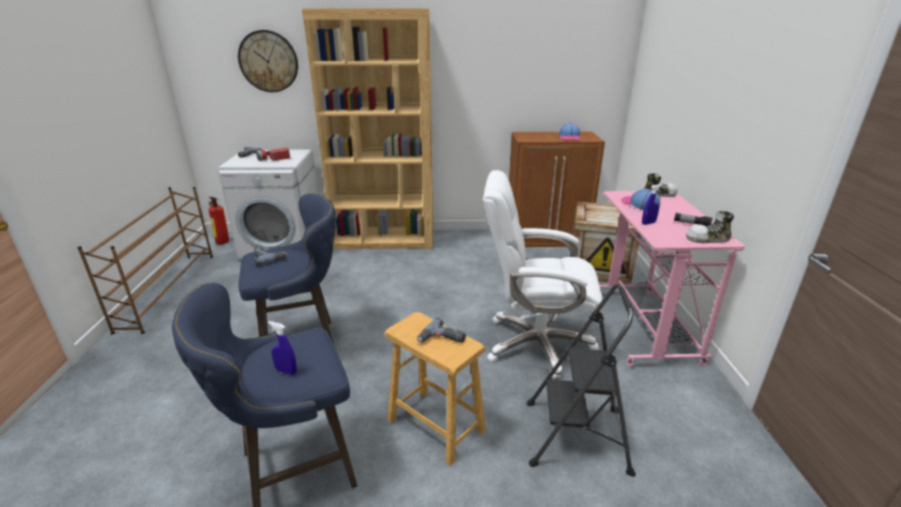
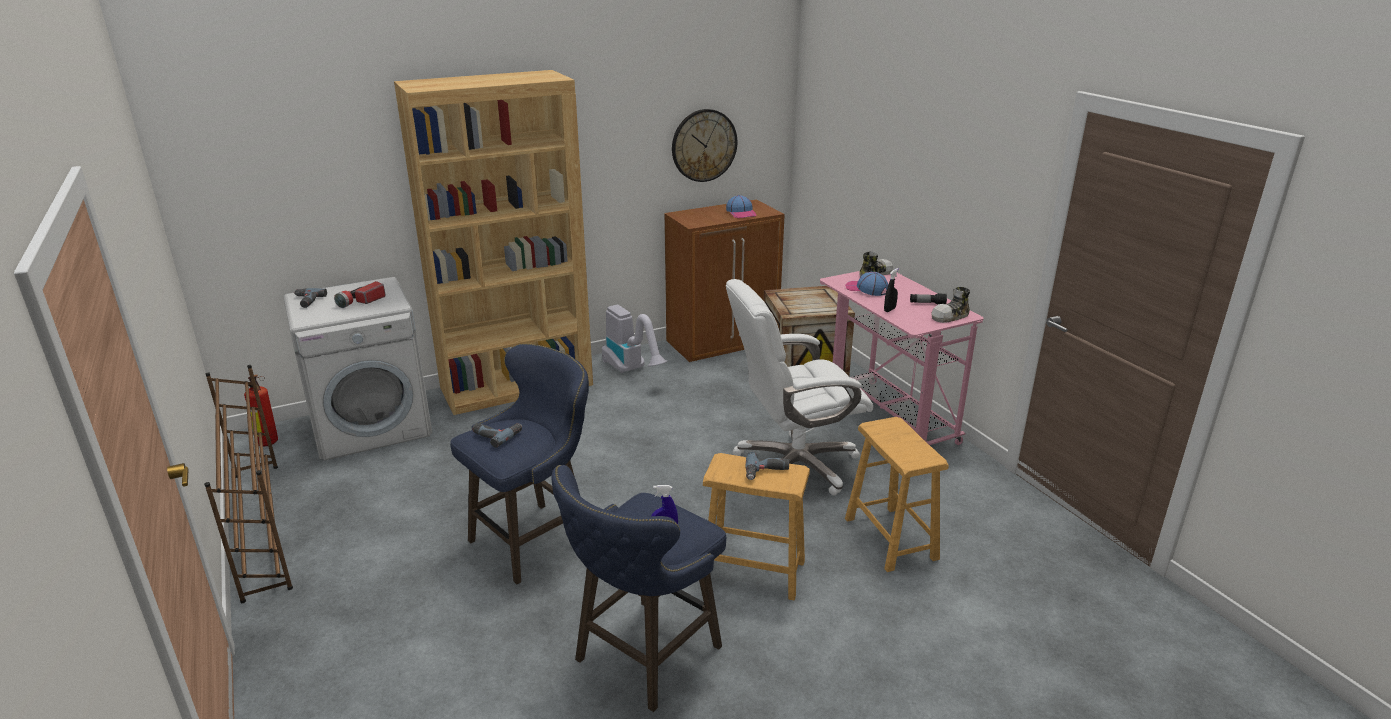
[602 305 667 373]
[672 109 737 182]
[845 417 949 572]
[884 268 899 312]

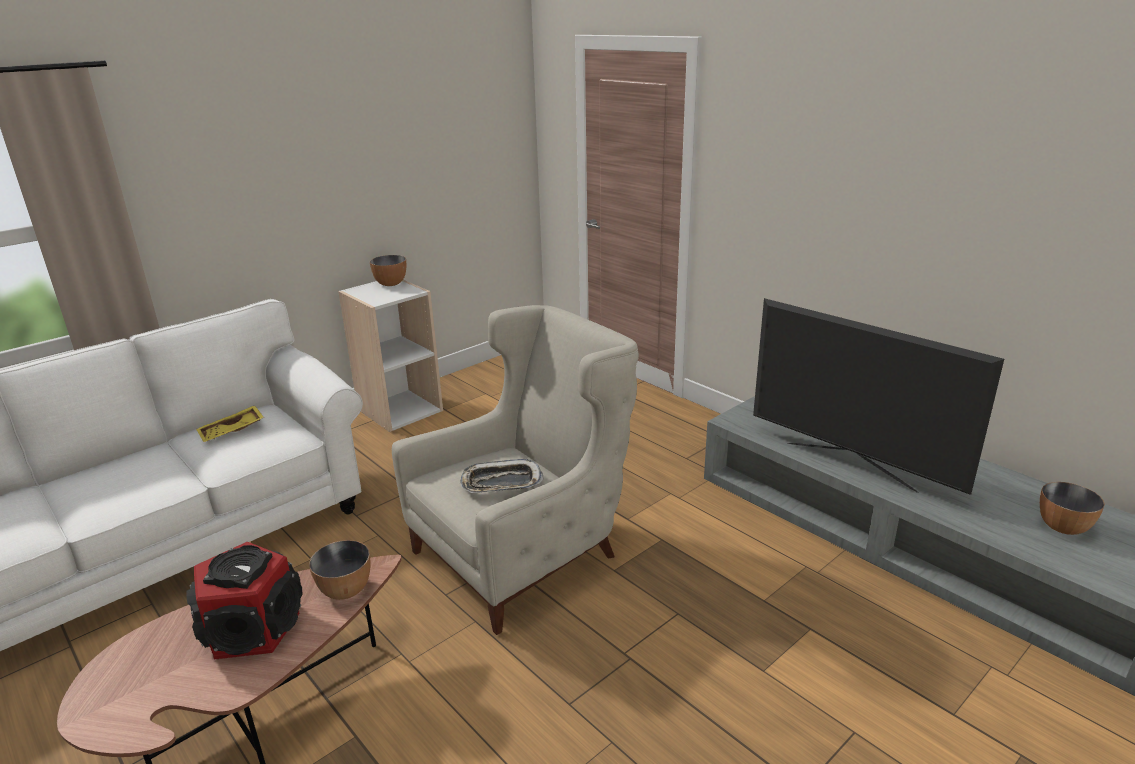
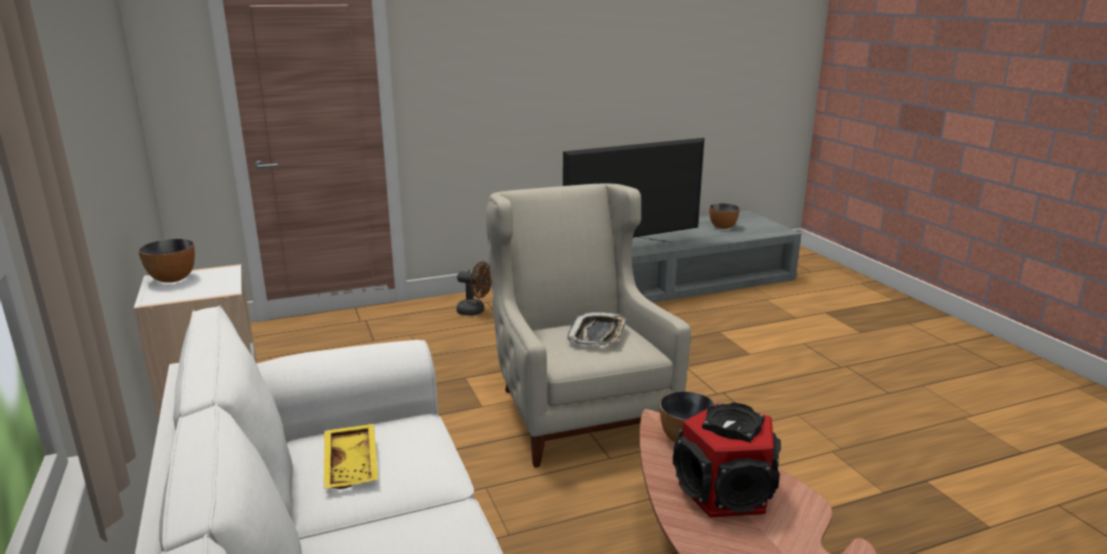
[456 261 492 316]

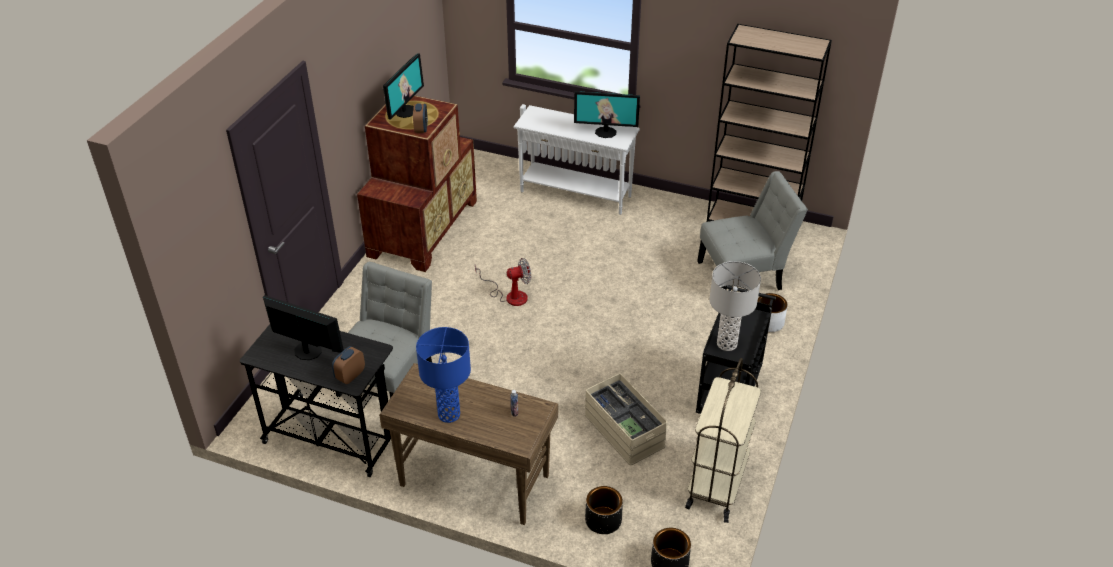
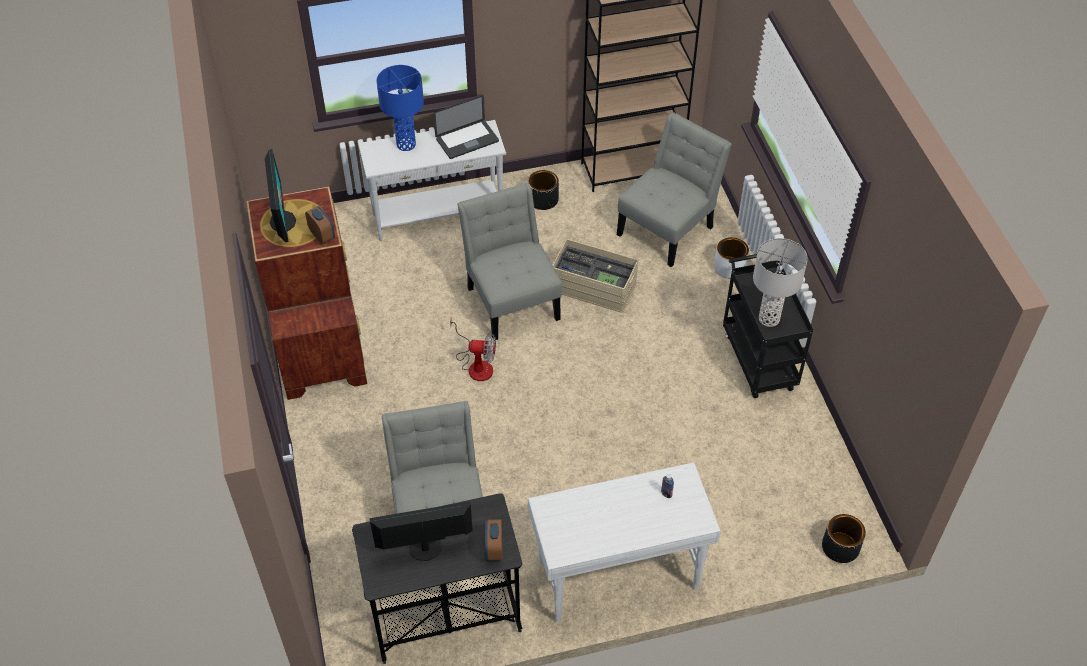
[685 358 761 523] (first image)
[457 183 562 340]
[376 65 424 151]
[553 239 638 313]
[528 170 559 210]
[433 95 499 159]
[528 462 721 622]
[450 319 496 381]

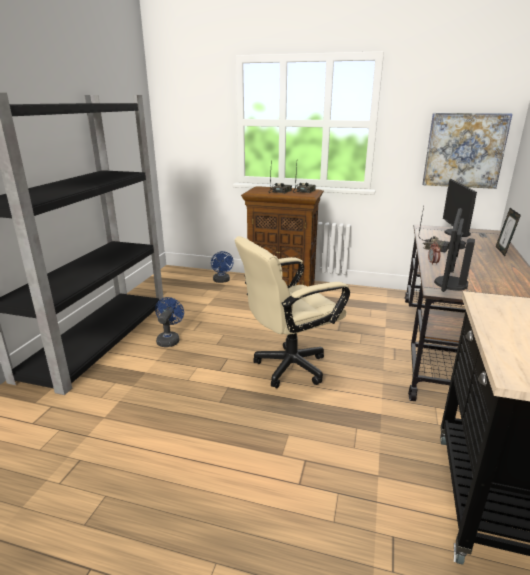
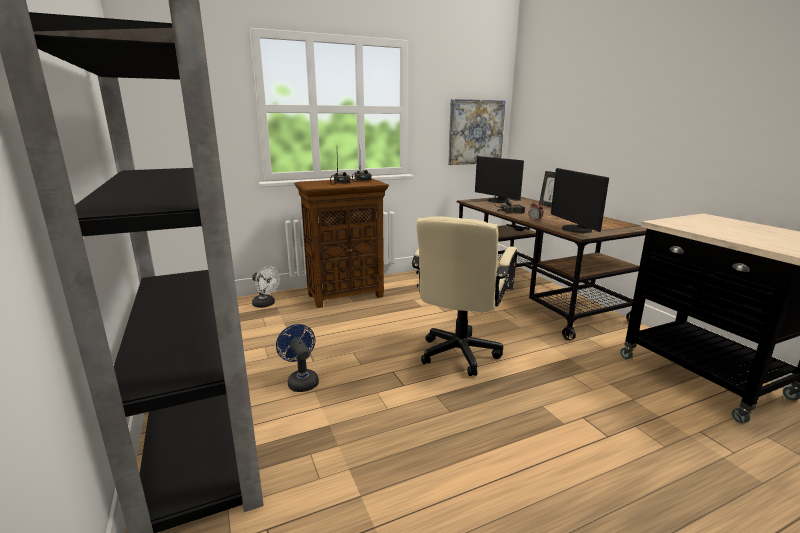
[252 266 280 308]

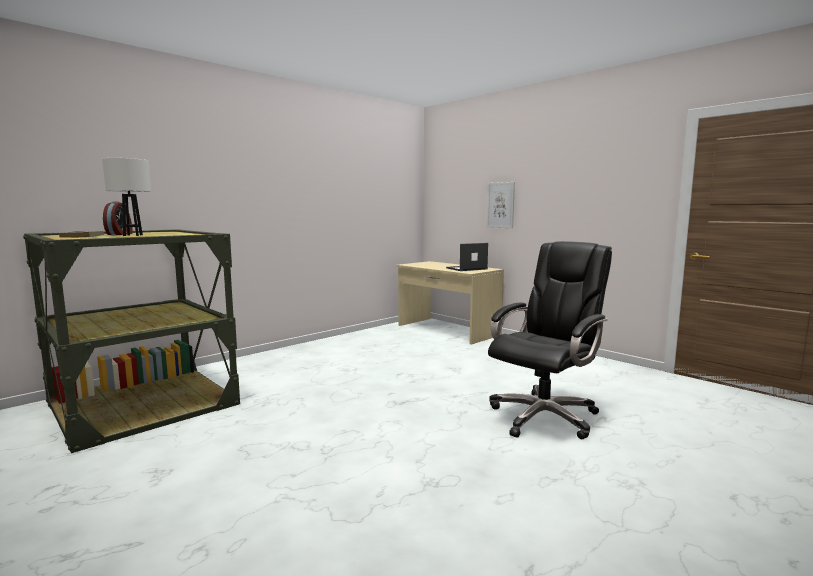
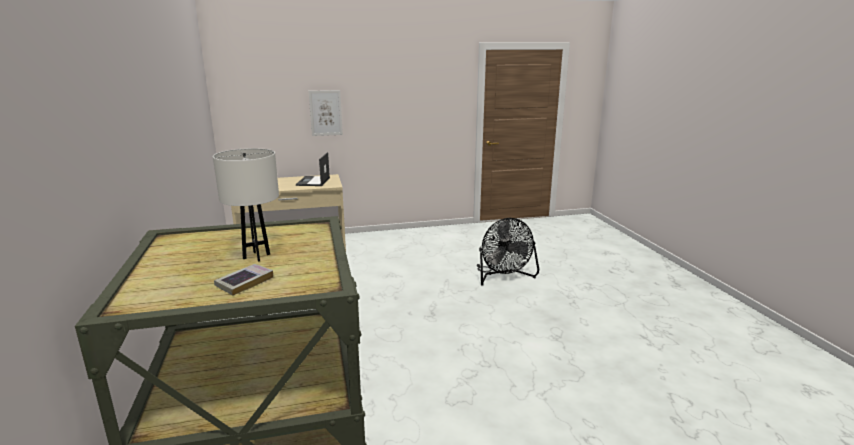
[103 201 133 235] (first image)
[477 218 539 286]

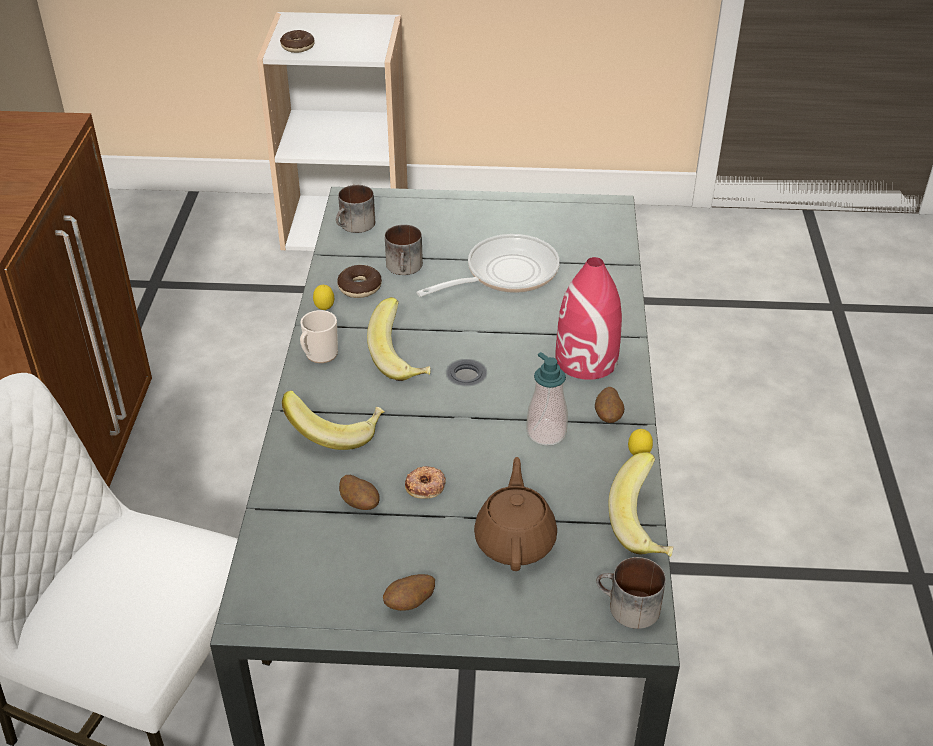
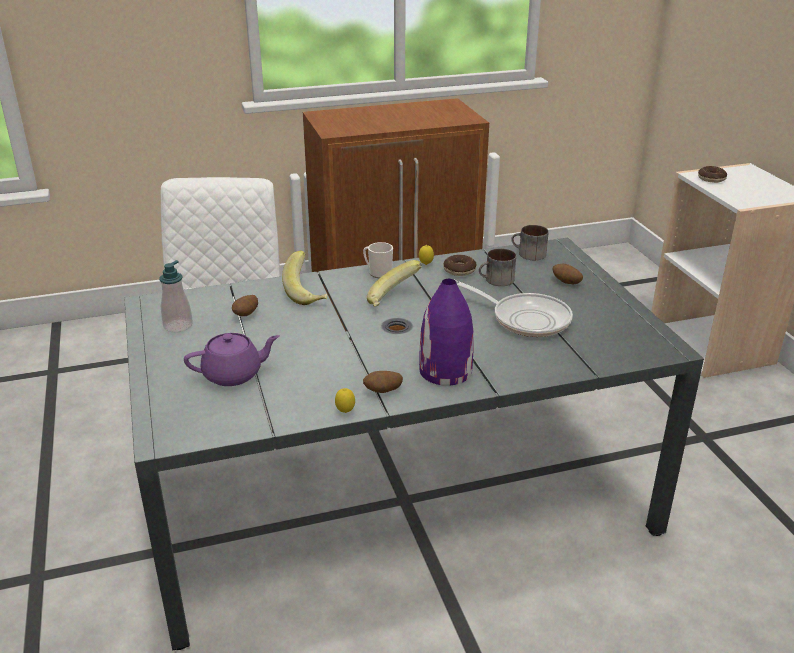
[405 466 446 499] (first image)
[596 557 666 629] (first image)
[608 452 673 557] (first image)
[552 264 583 285]
[159 260 193 333]
[184 333 279 386]
[419 279 474 386]

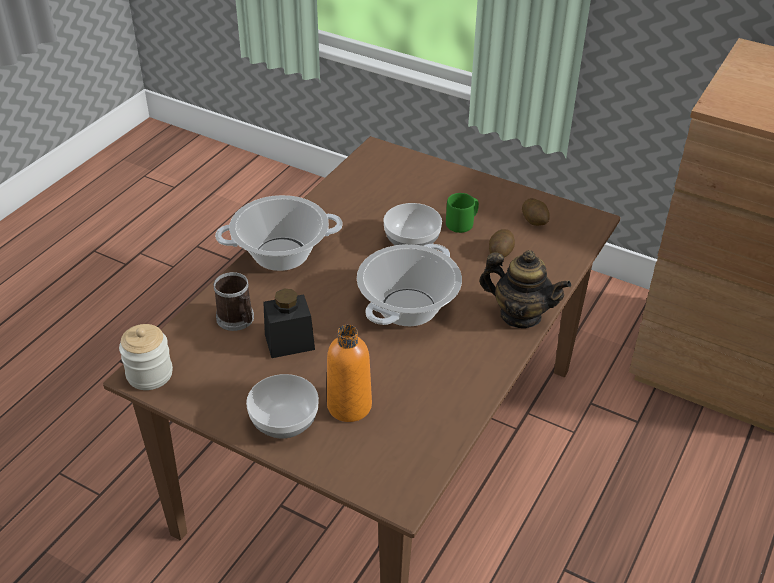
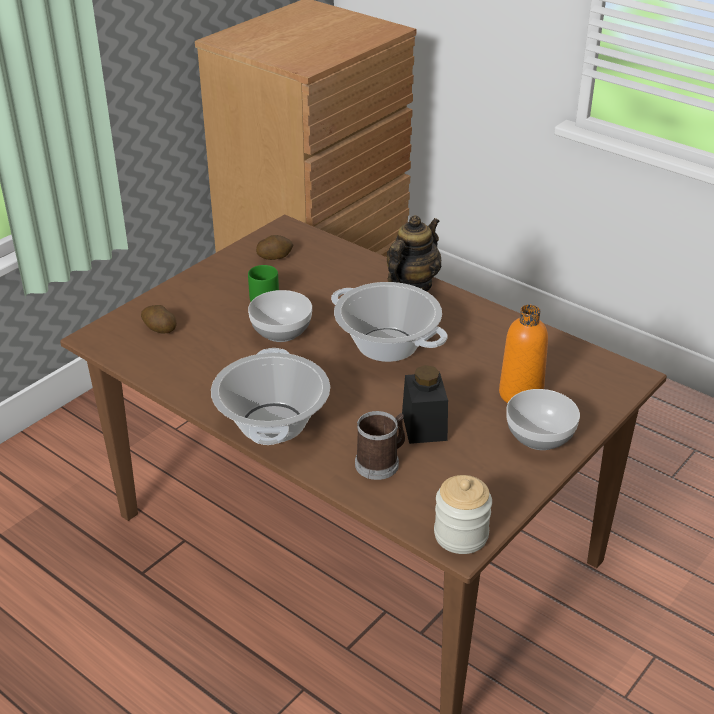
[141 305 177 333]

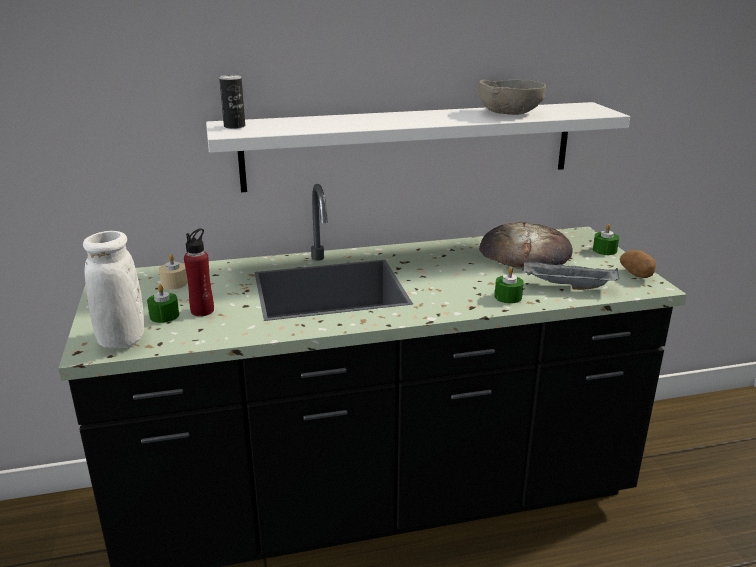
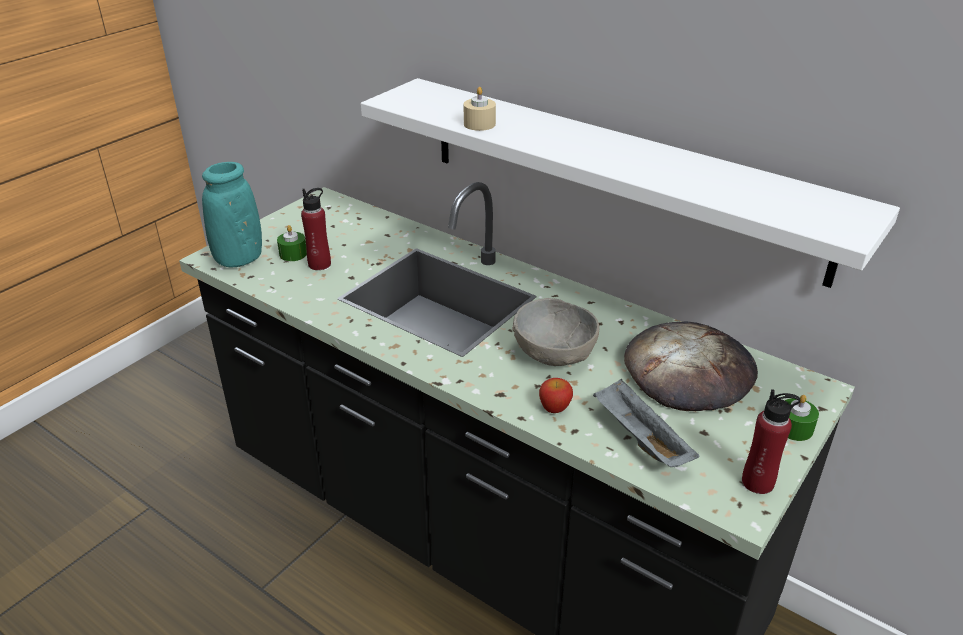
[219 75 245 129] (first image)
[464 87 496 131]
[512 298 599 366]
[539 378 573 413]
[742 389 800 494]
[202 162 262 268]

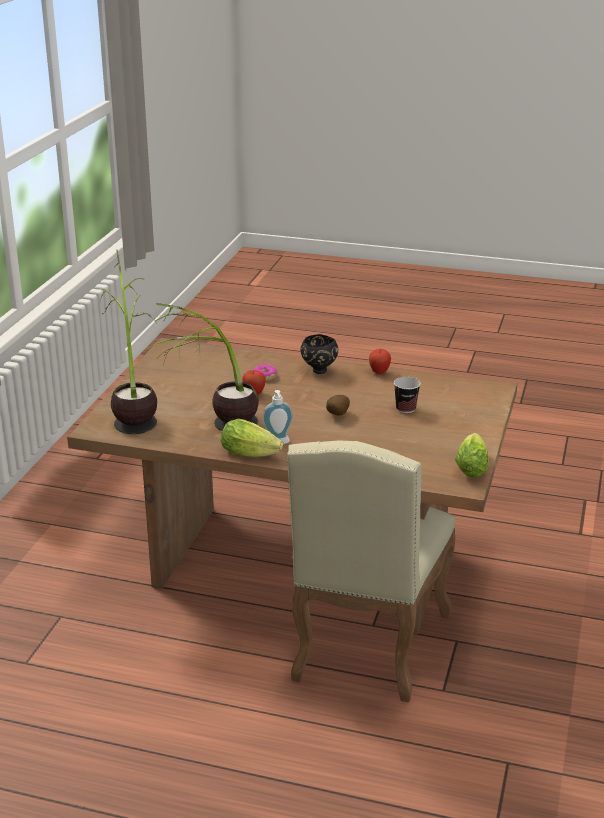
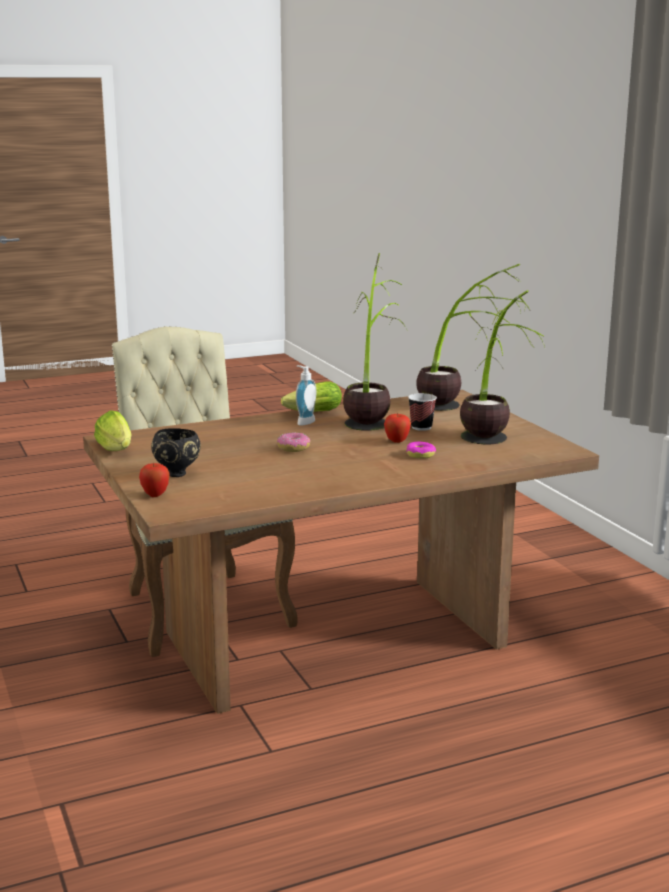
[460 290 545 444]
[151 428 201 477]
[139 463 170 497]
[408 393 437 431]
[277 432 310 452]

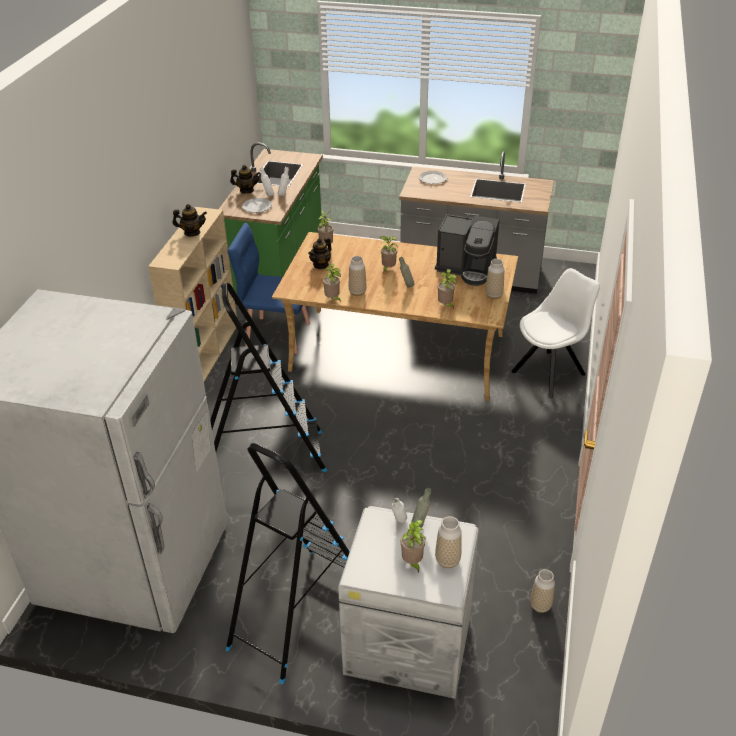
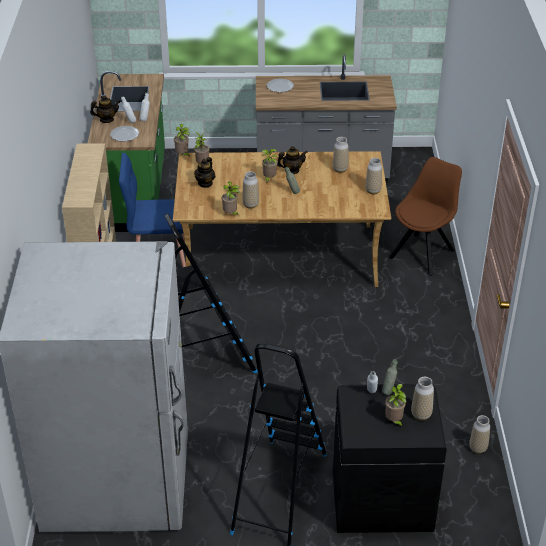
[277 146 308 174]
[174 124 190 156]
[333 137 349 173]
[333 384 447 533]
[389 157 462 276]

